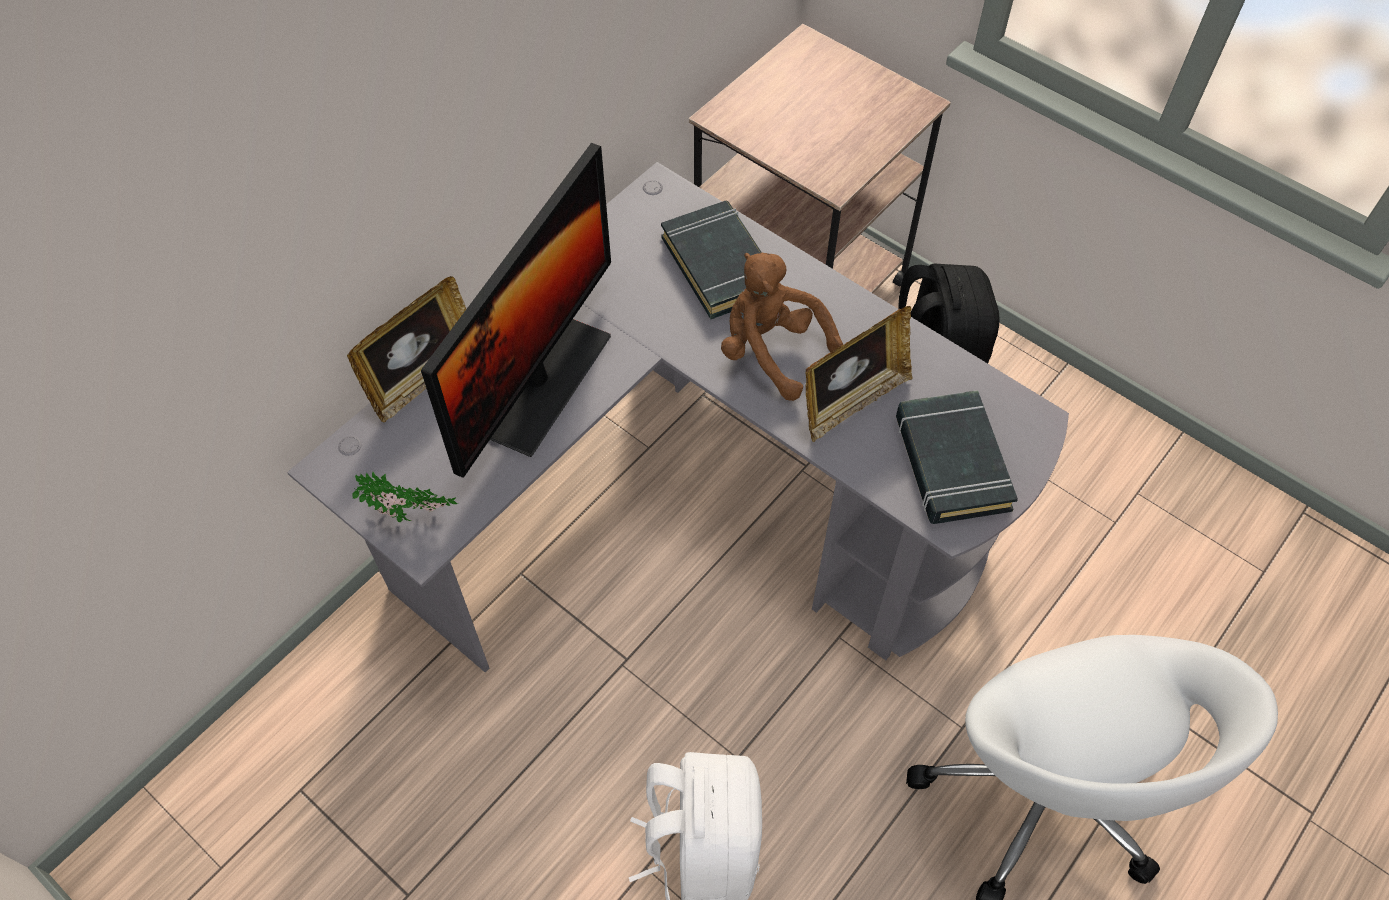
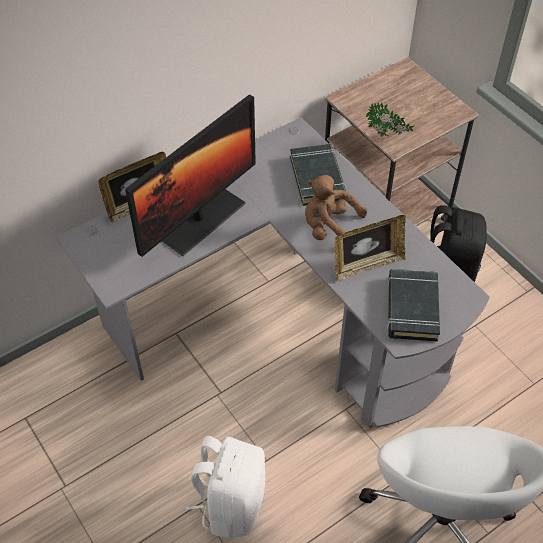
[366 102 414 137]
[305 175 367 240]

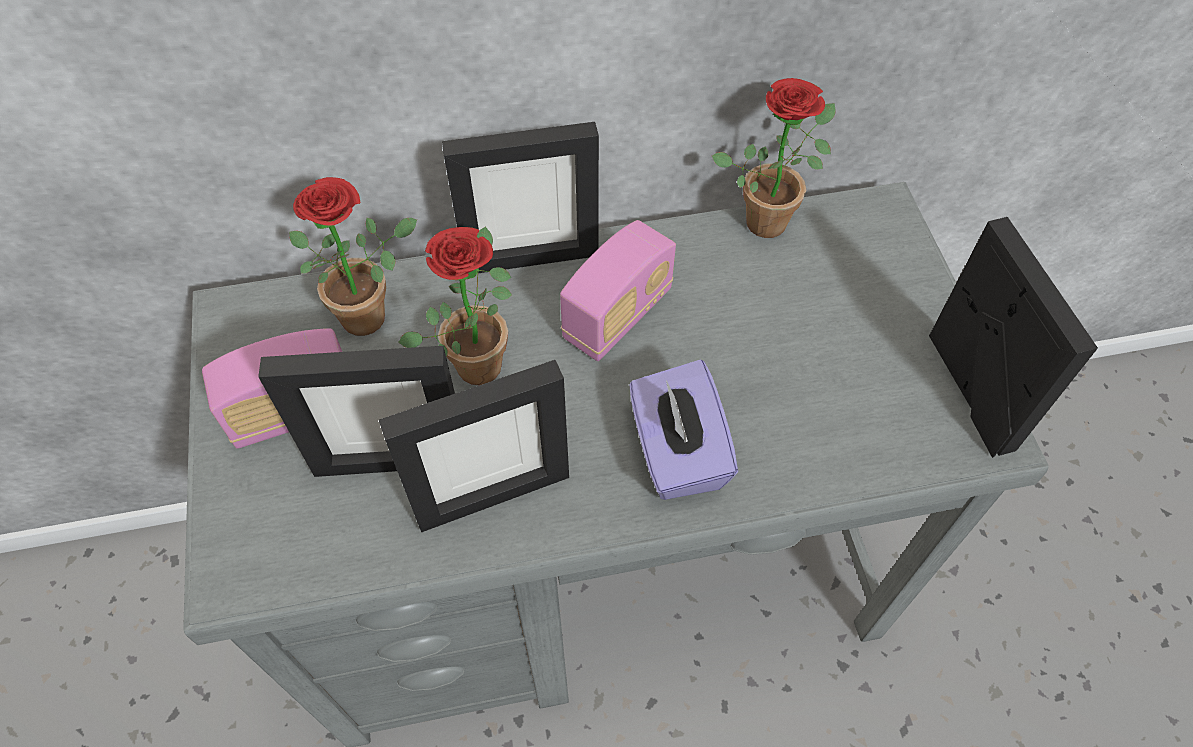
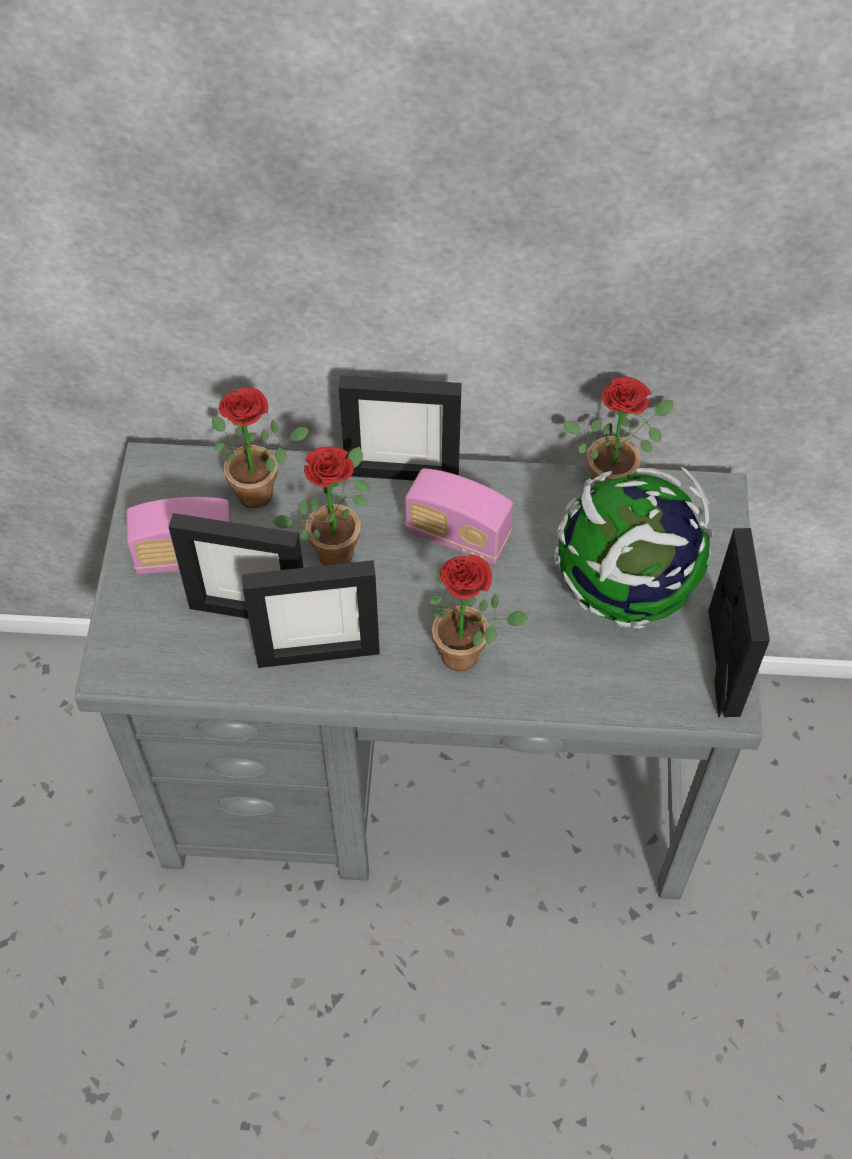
[554 467 713 629]
[429 554 529 671]
[405 468 513 565]

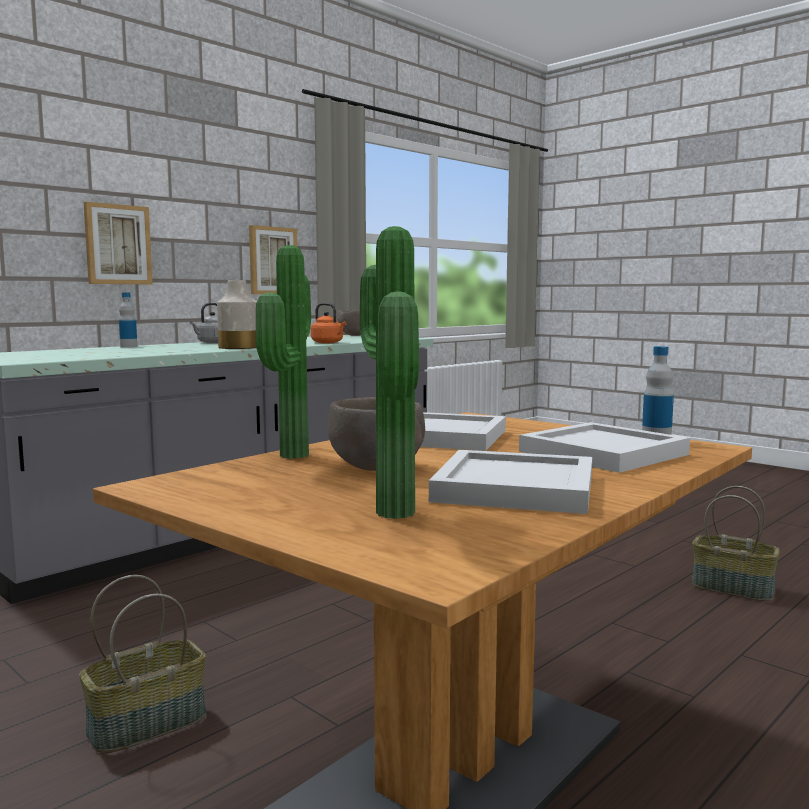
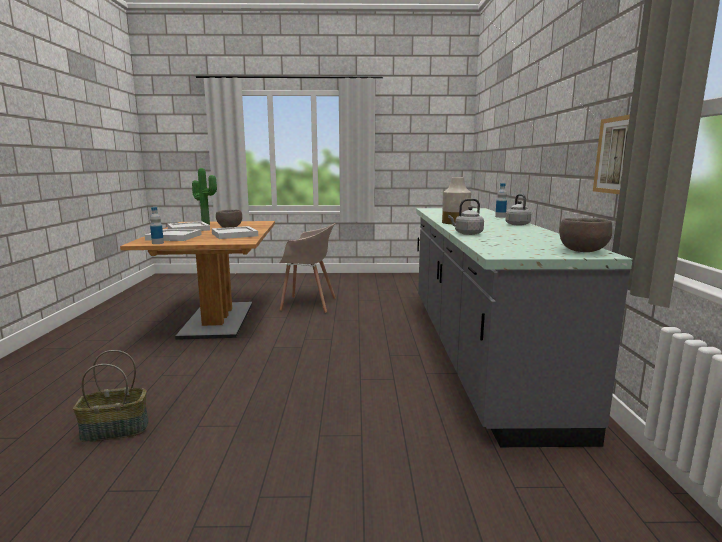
[84 202 153 284] (first image)
[256 245 311 459] (first image)
[279 223 336 313]
[448 199 484 235]

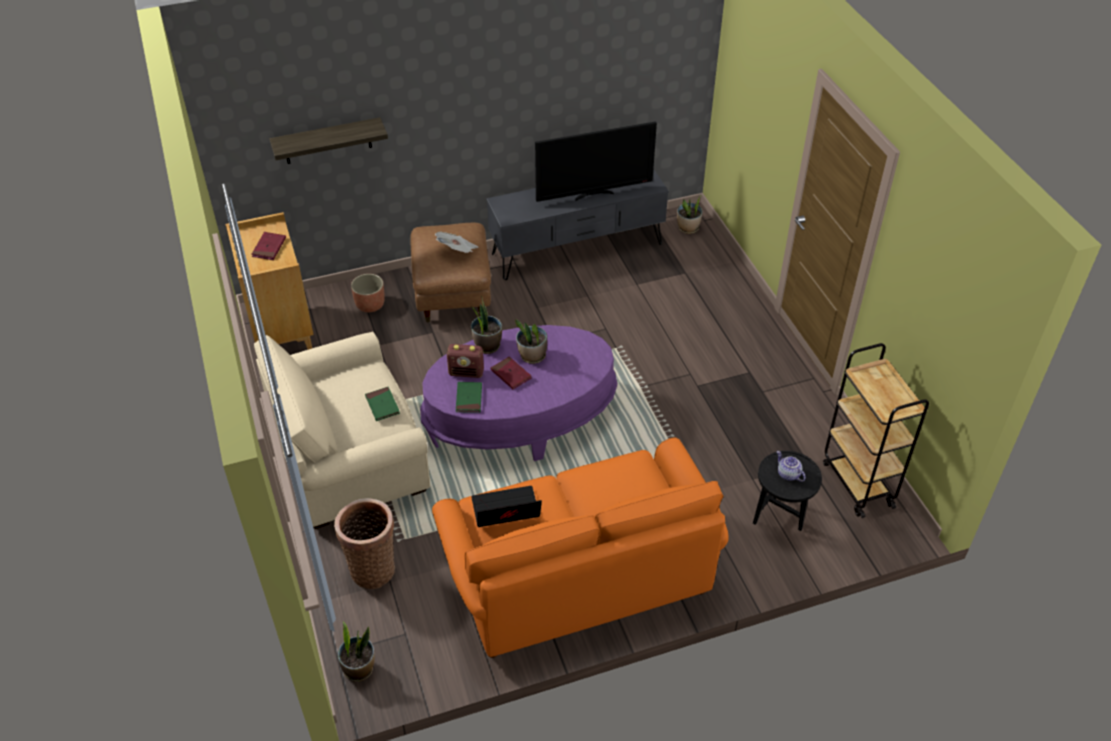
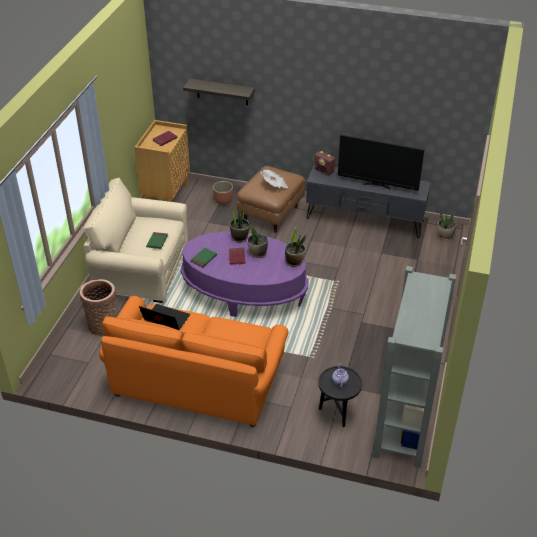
[285 227 306 267]
[315 151 335 176]
[373 266 457 468]

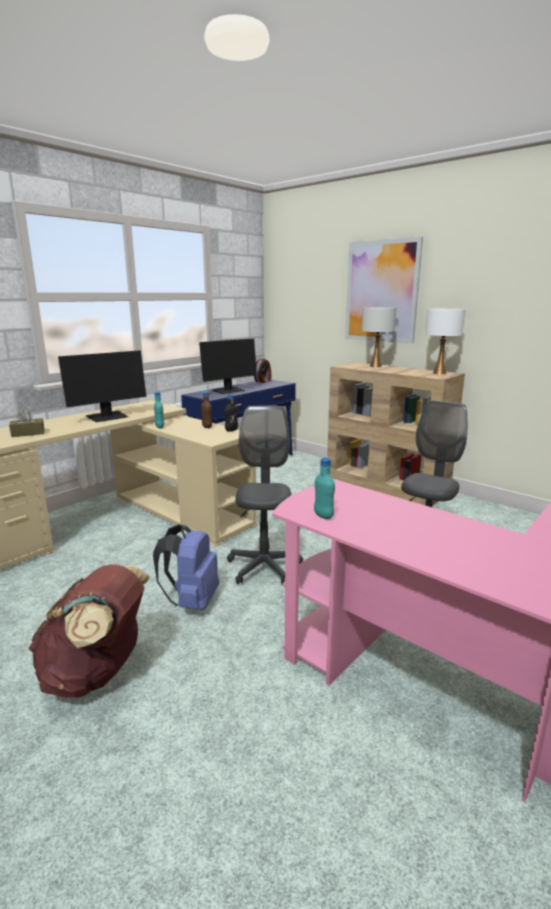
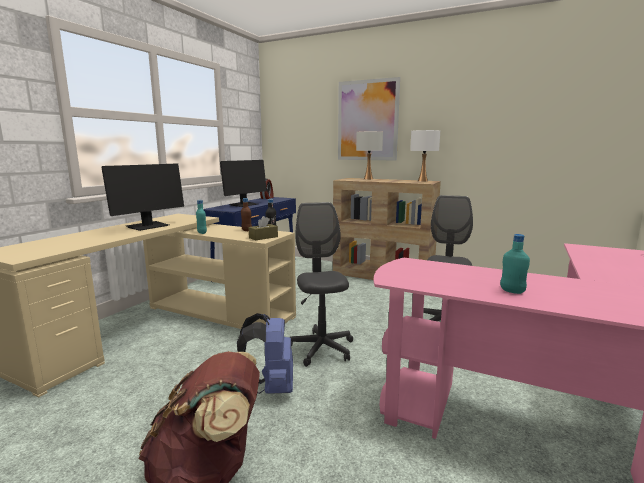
[249 216 278 241]
[500 234 530 294]

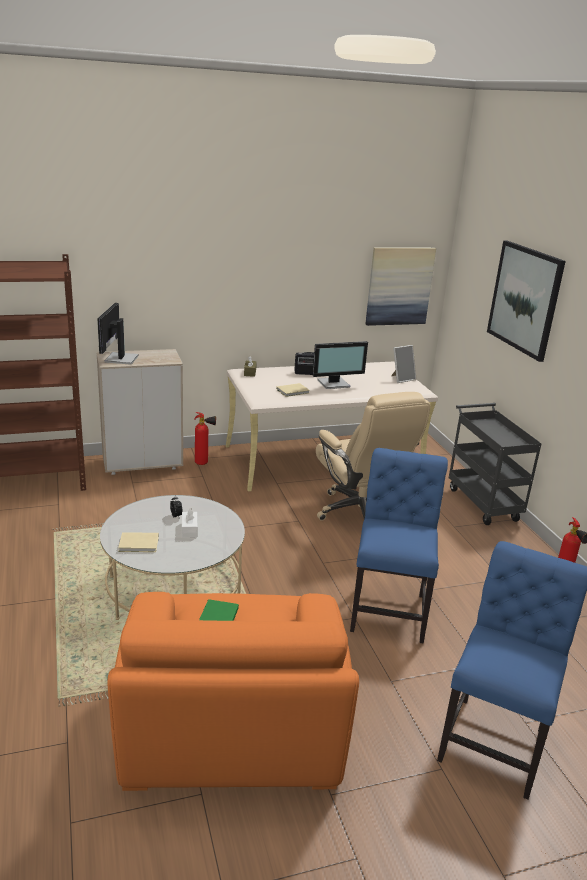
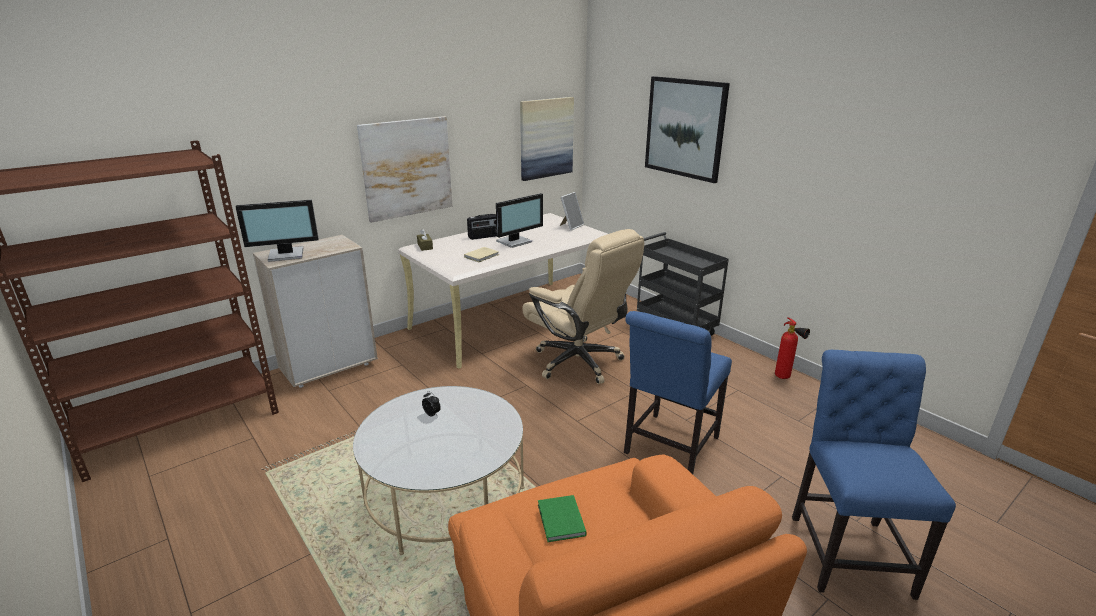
[118 532 159 552] (first image)
[182 508 197 538] (first image)
[194 412 216 465] (first image)
[357 116 453 223]
[235 200 319 262]
[624 311 732 474]

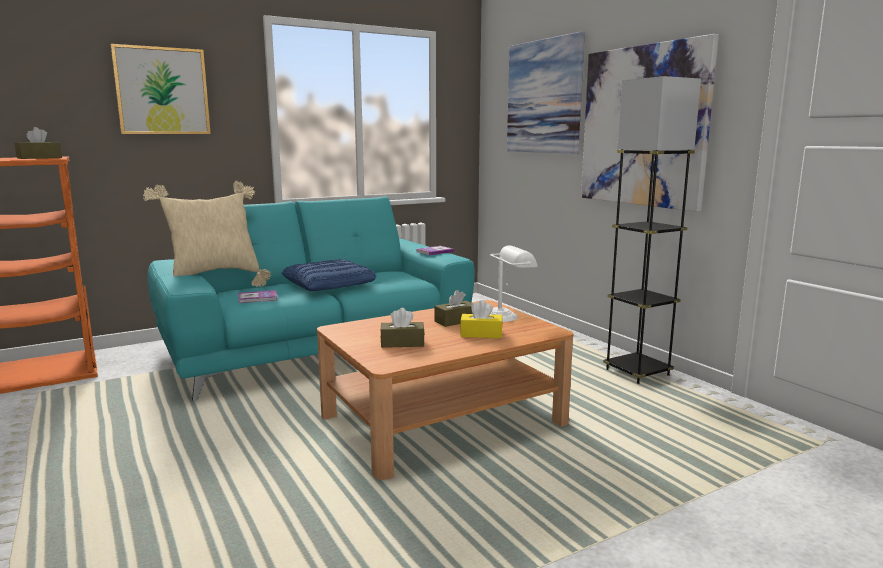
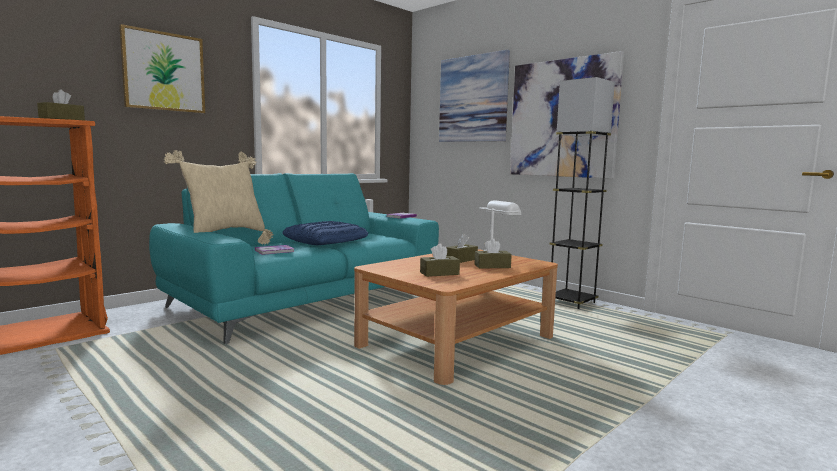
[474 238 512 269]

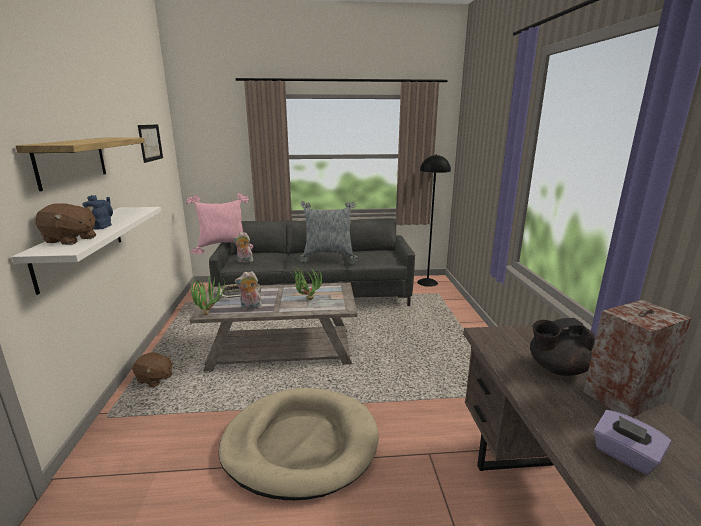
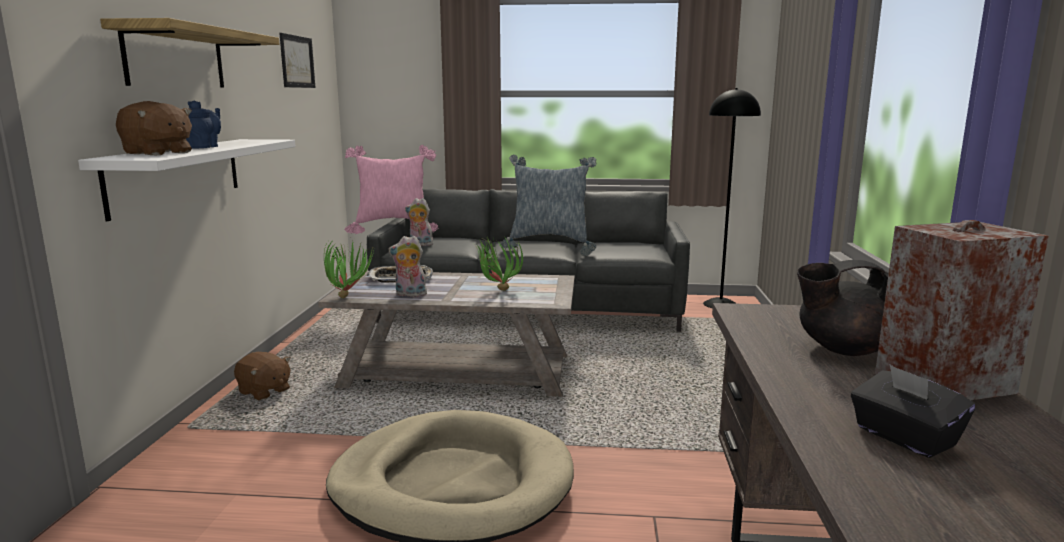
[851 364 975 458]

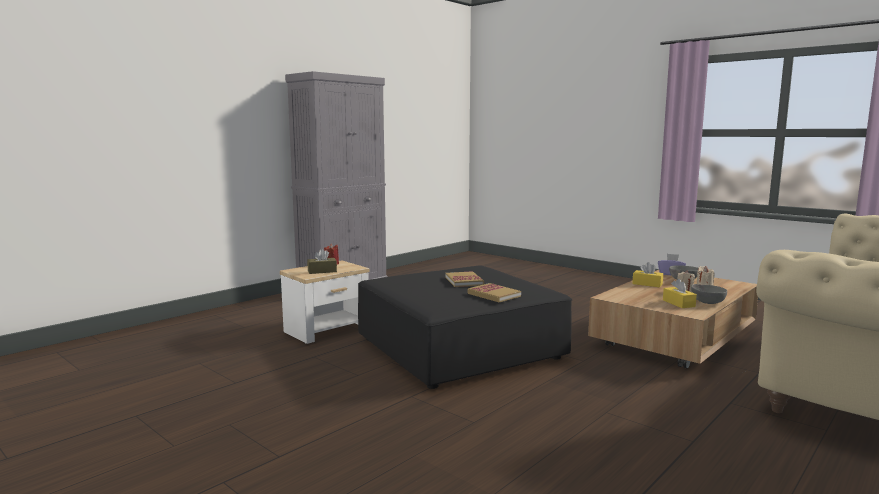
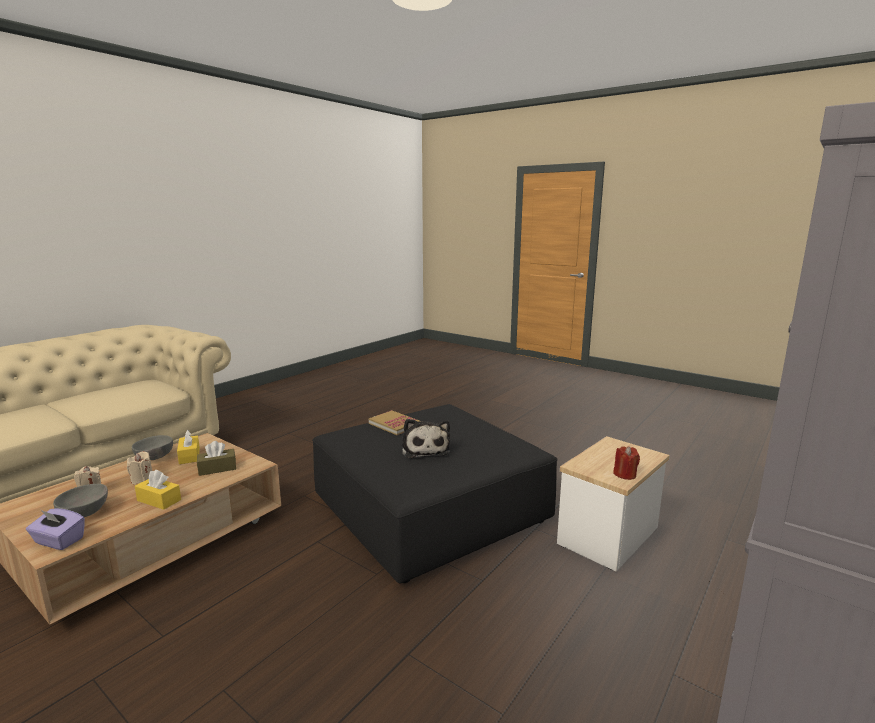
[197 441 236 476]
[402 419 450 459]

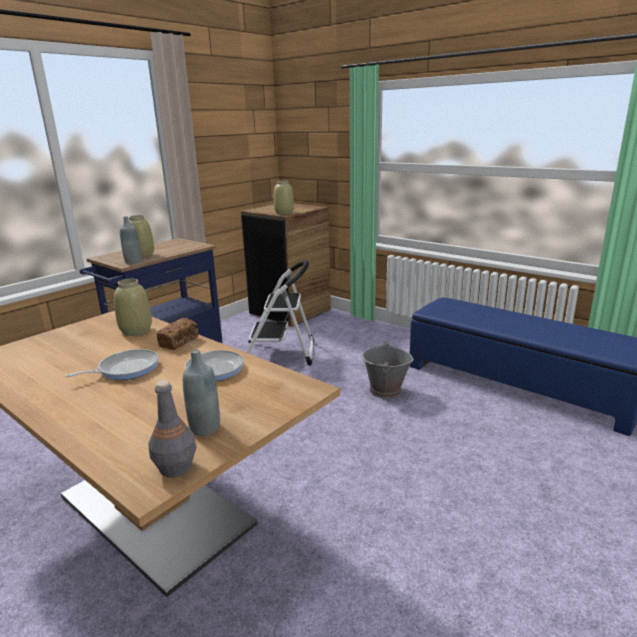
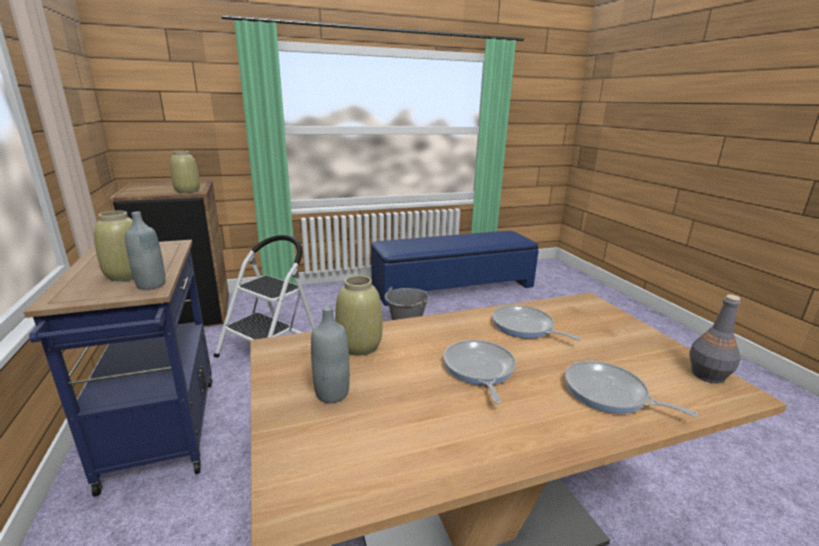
[157 318 198 350] (first image)
[565 361 698 417]
[311 306 350 403]

